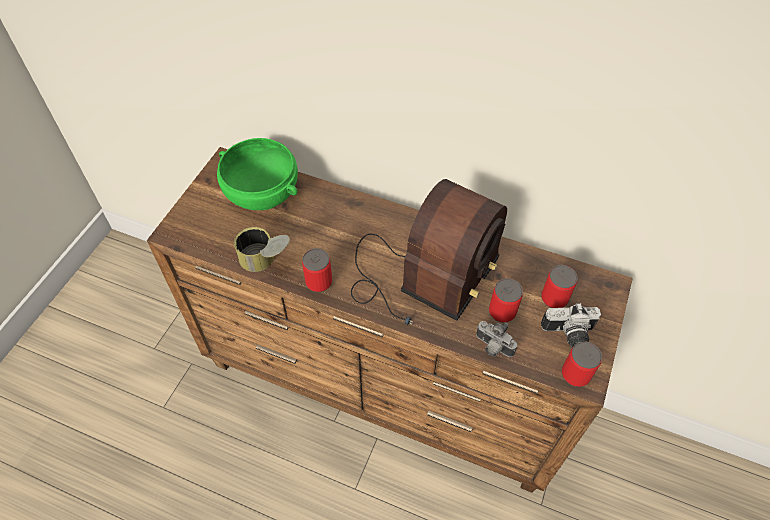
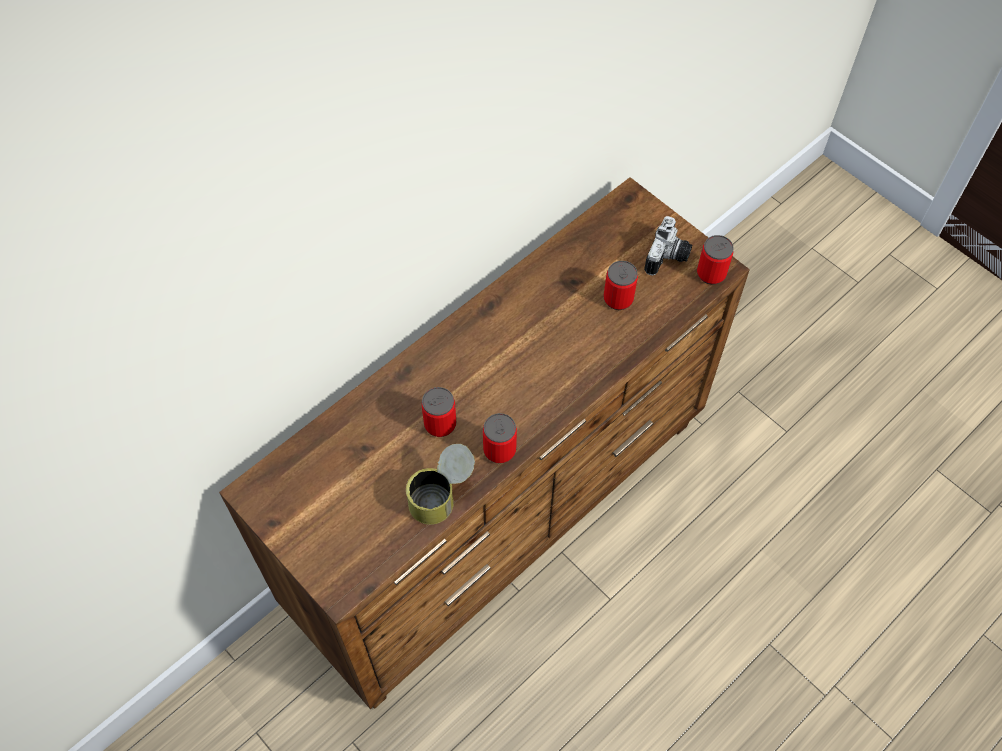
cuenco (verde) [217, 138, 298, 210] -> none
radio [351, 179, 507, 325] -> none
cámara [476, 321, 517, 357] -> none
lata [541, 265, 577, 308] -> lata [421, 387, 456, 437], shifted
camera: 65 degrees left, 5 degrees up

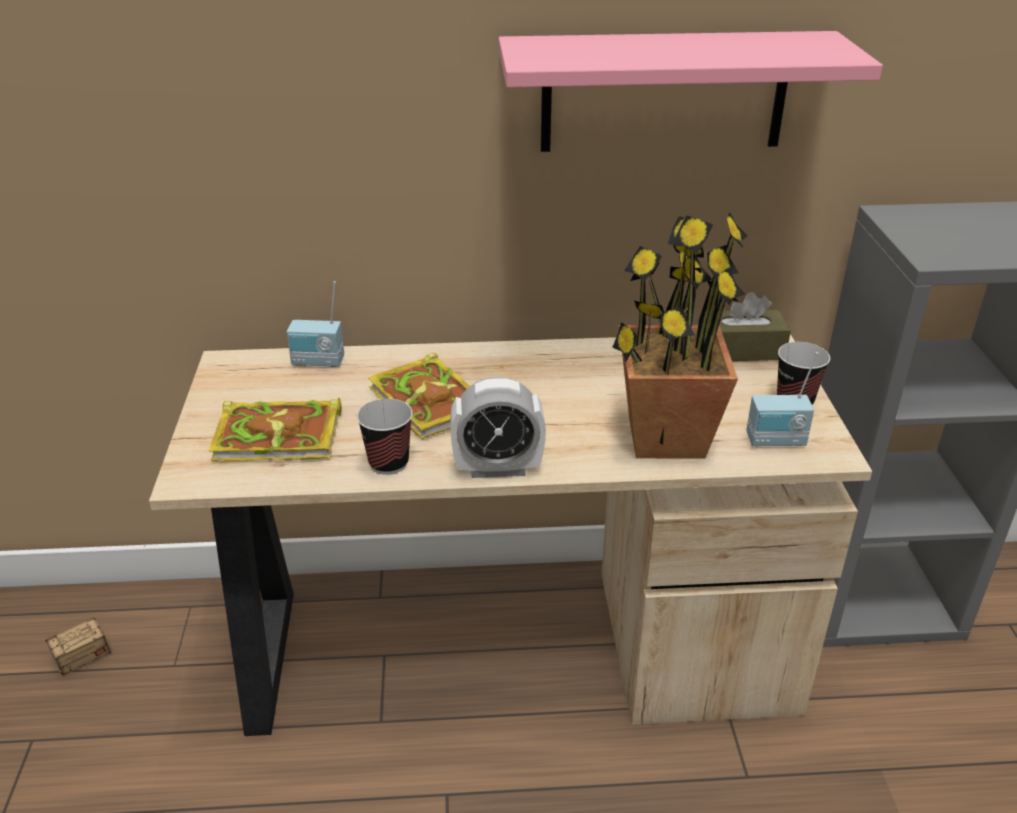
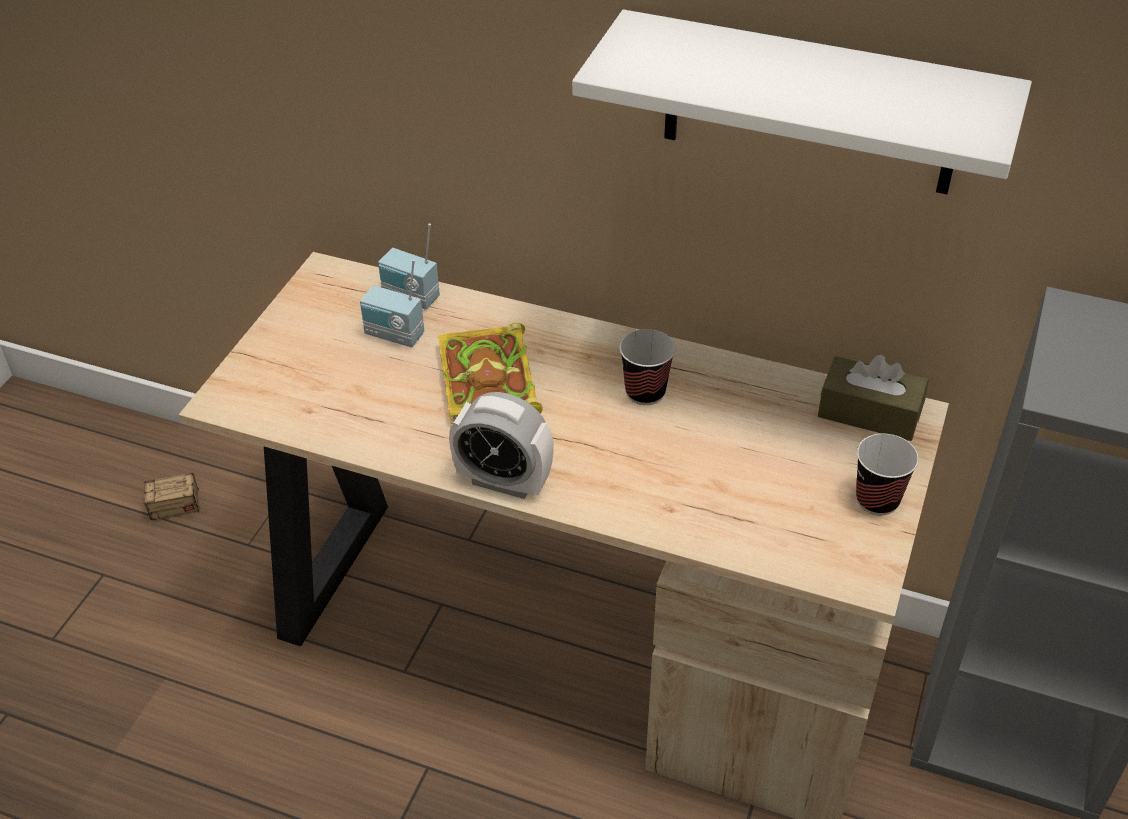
libro [209, 398, 341, 461] -> none
taza [357, 399, 413, 475] -> taza [620, 329, 676, 405], shifted
estante (rosa) [498, 31, 883, 152] -> estante (blanco) [572, 10, 1032, 194]
planta en maceta [612, 212, 748, 459] -> none
radio [746, 352, 818, 446] -> radio [360, 259, 424, 347], shifted
camera: 25 degrees right, 10 degrees up

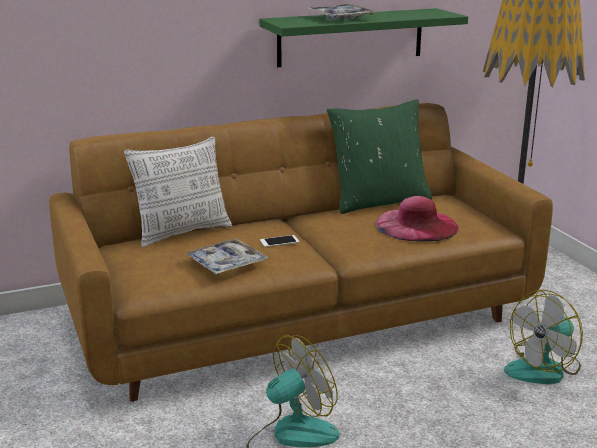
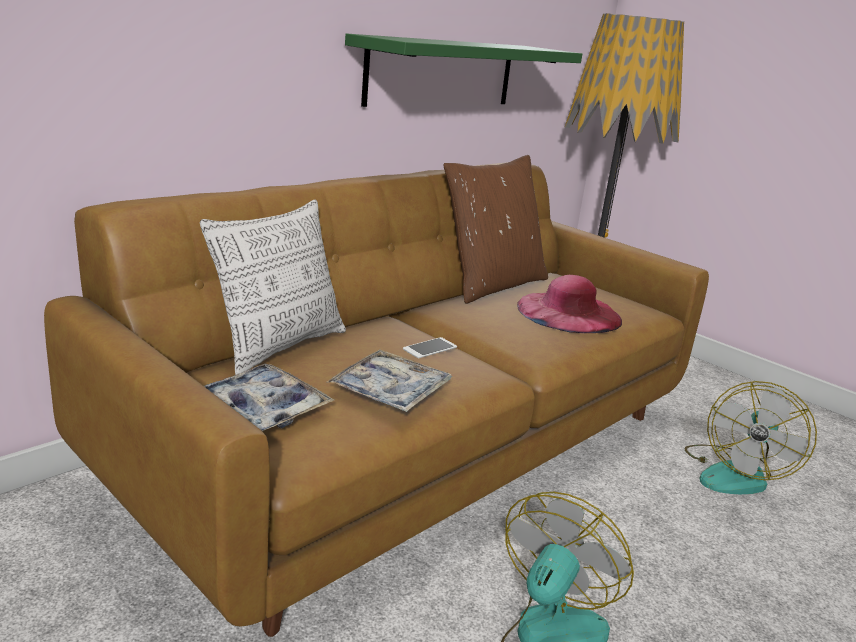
bandeja [308, 4, 376, 20] -> bandeja [204, 364, 334, 432], shifted
cojín (verde) [327, 99, 432, 214] -> cojín (marrón) [444, 155, 548, 304]
camera: 25 degrees left, 0 degrees up

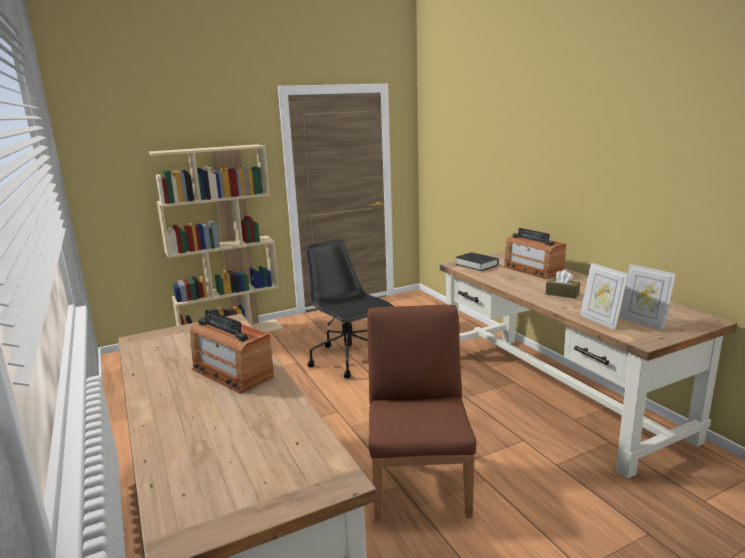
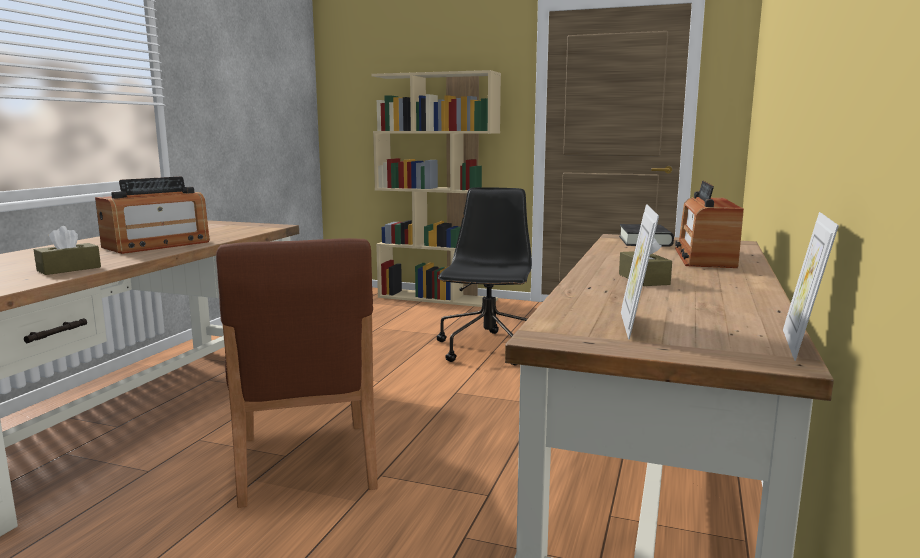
radio [190, 310, 274, 394] -> radio [95, 177, 210, 254], 135 degrees counterclockwise
silla (marrón) [367, 305, 476, 521] -> silla (marrón) [216, 238, 378, 508], 120 degrees clockwise
portarretratos [580, 263, 628, 330] -> portarretratos [783, 212, 839, 361], shifted
none -> caja de pañuelos (marrón) [34, 226, 101, 275]
camera: 45 degrees right, 5 degrees down

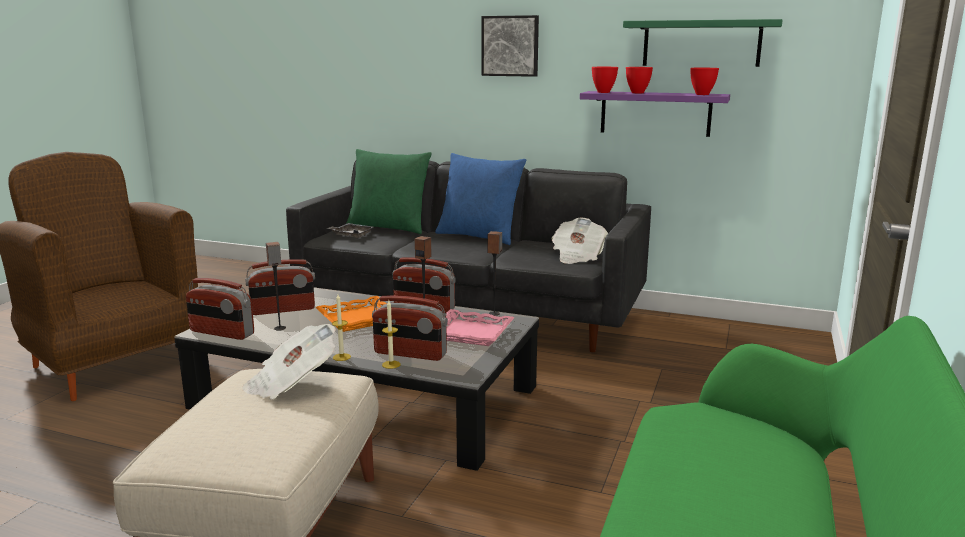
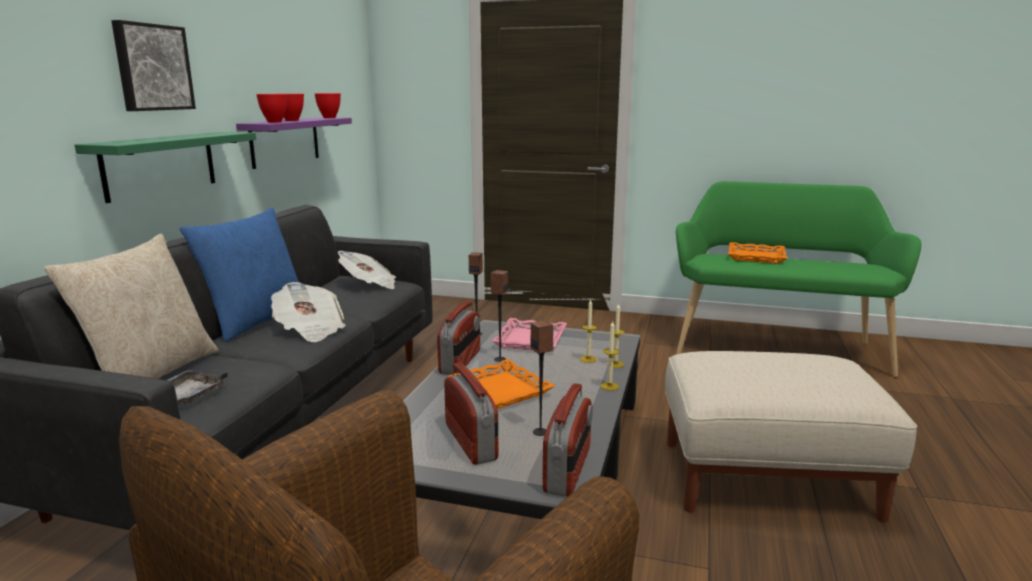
periódico [242, 324, 336, 400] -> periódico [271, 282, 345, 342], shifted
cojín (verde) [346, 149, 432, 234] -> cojín (beis) [44, 234, 218, 379]
radio [372, 295, 448, 361] -> vela [580, 300, 597, 363]
estante (verde) [623, 19, 783, 67] -> estante (verde) [75, 132, 256, 203], shifted
none -> bandeja (naranja) [728, 242, 787, 264]
camera: 95 degrees left, 0 degrees up

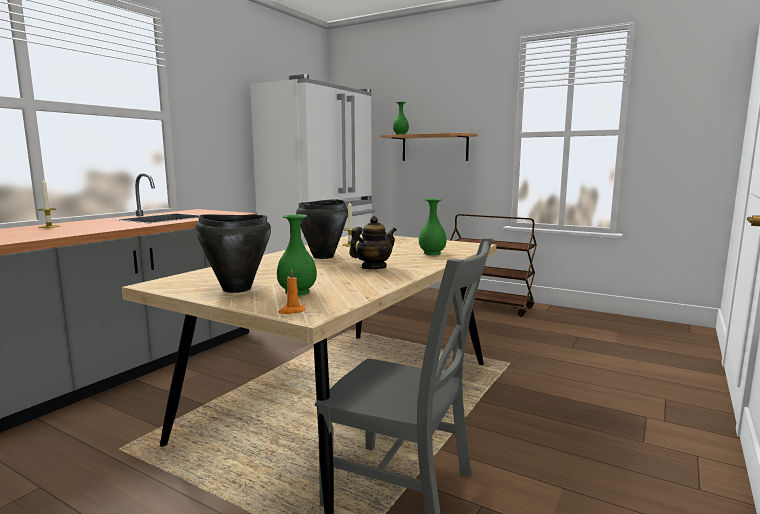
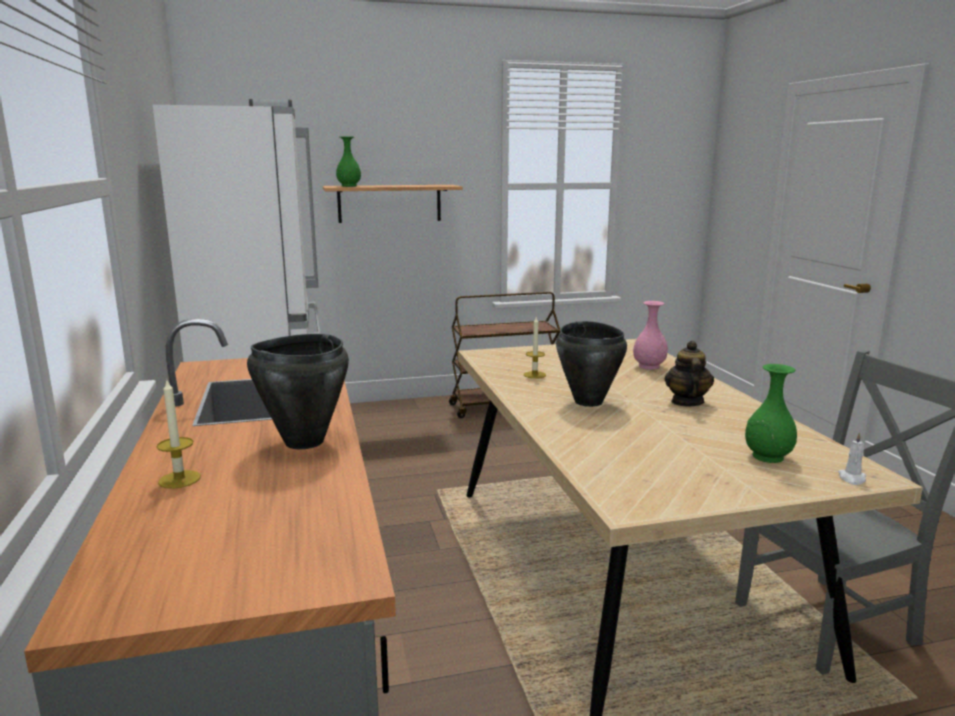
olla (negro) [195, 214, 271, 293] -> olla (negro) [247, 334, 349, 449], shifted
vela (naranja) [278, 269, 305, 314] -> vela (blanco) [838, 432, 866, 485]
florero (verde) [419, 199, 446, 255] -> florero (rosa) [633, 301, 668, 370]
camera: 45 degrees left, 5 degrees up

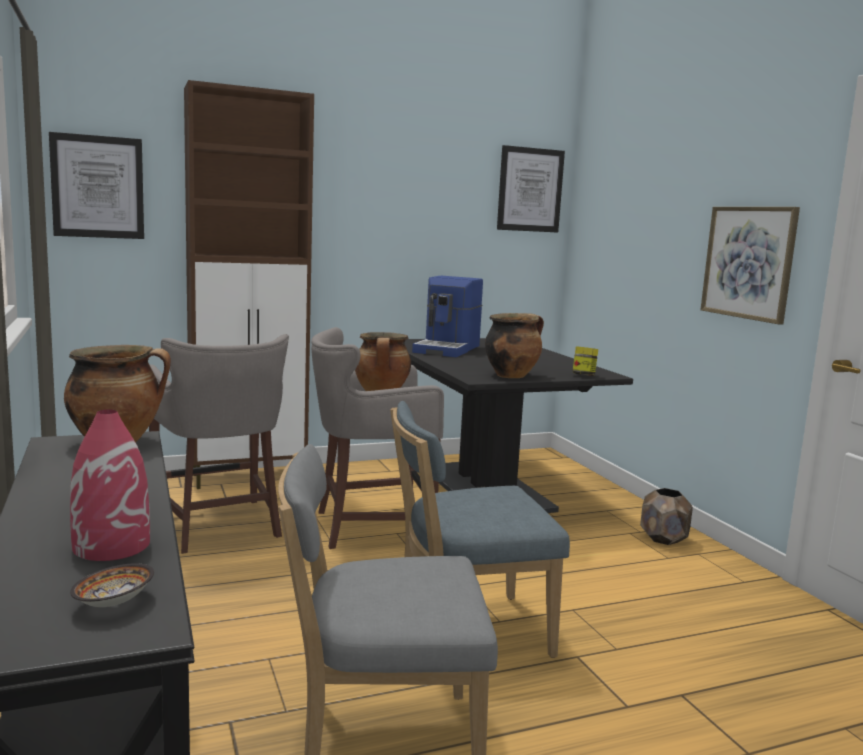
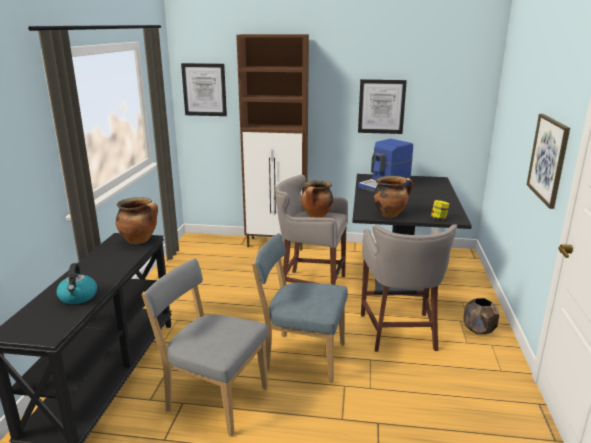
florero (rojo) [70, 410, 150, 561] -> hervidor [56, 263, 97, 304]
cuenco [70, 563, 154, 607] -> none
taburete (gris) [149, 334, 289, 554] -> taburete (gris) [361, 224, 457, 352], shifted
cuadro [497, 145, 565, 233] -> cuadro [358, 79, 407, 134], shifted
camera: 30 degrees right, 10 degrees up

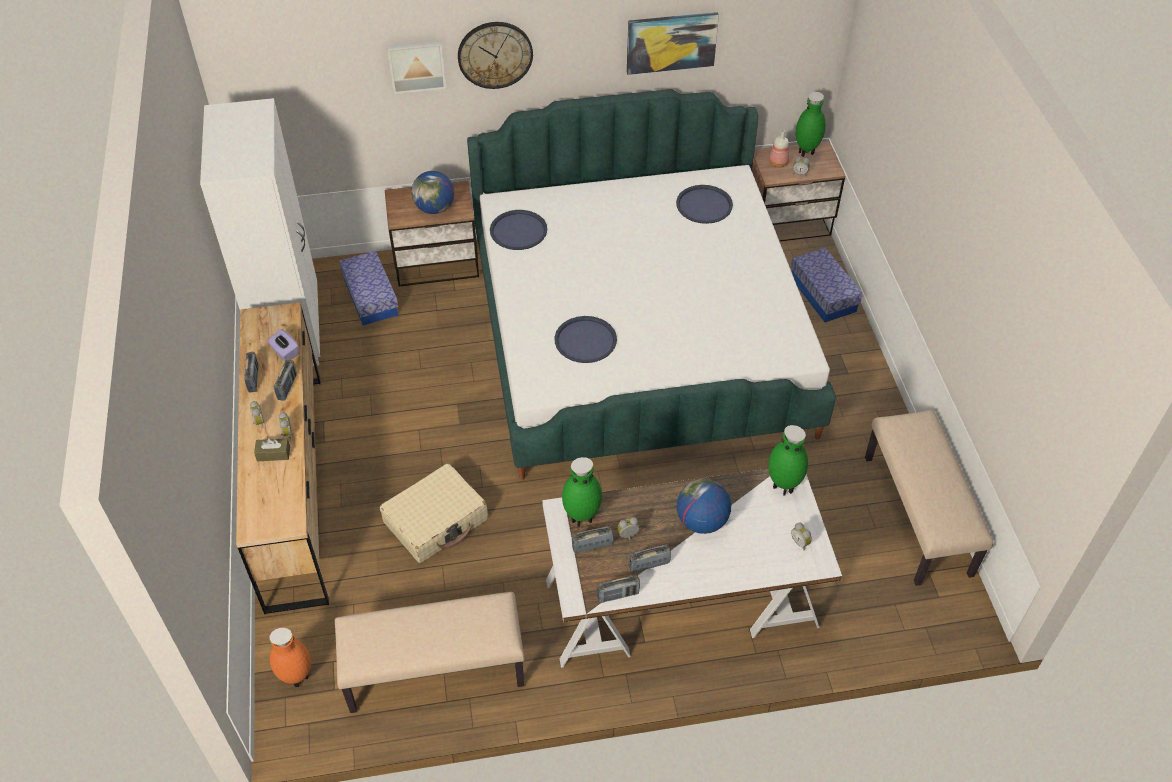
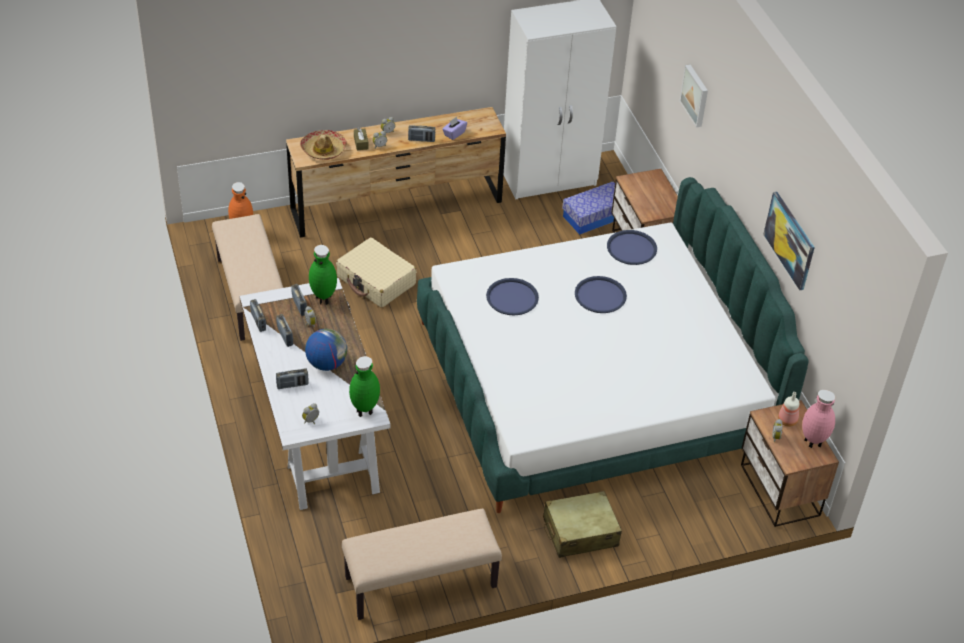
radio [244, 352, 259, 392] -> radio [276, 368, 308, 389], shifted
globo terráqueo [411, 171, 454, 214] -> none
reloj de pared [458, 22, 533, 89] -> none
bandeja (azul) [676, 185, 733, 224] -> bandeja (azul) [575, 276, 627, 313], shifted
caja de almacenaje [791, 248, 863, 322] -> none
florero (verde) [796, 92, 826, 157] -> florero (rosa) [802, 390, 835, 448]
none -> sombrero [300, 130, 347, 160]
none -> maleta (beis) [543, 491, 622, 558]
camera: 80 degrees right, 5 degrees down

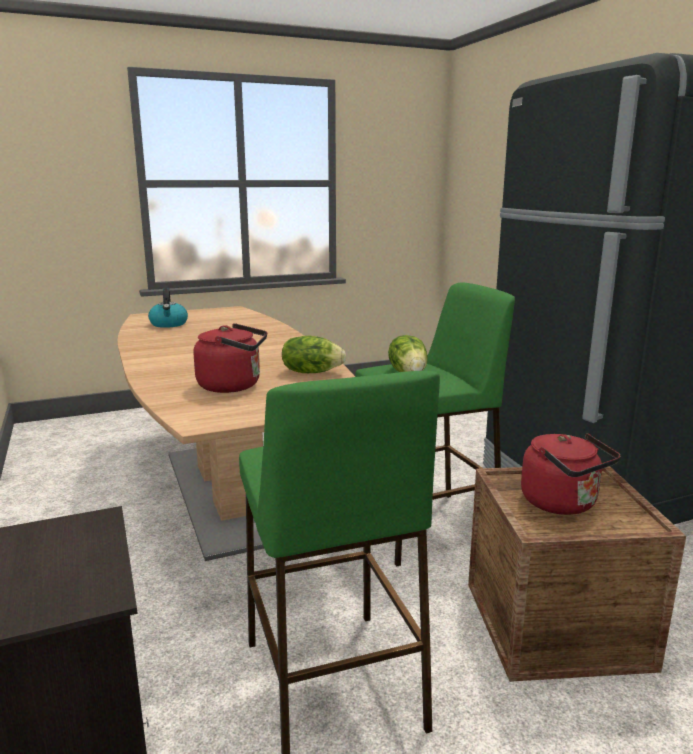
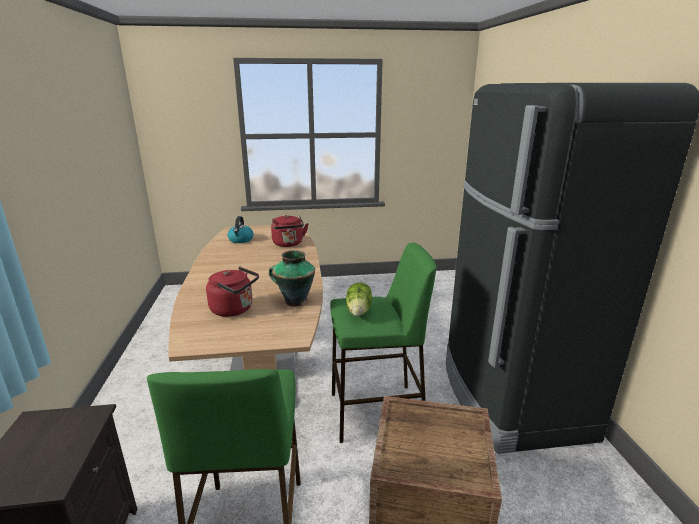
lechuga [282, 336, 346, 373] -> florero [269, 250, 315, 307]
hervidor (rojo) [521, 433, 620, 515] -> hervidor (rojo) [271, 215, 309, 247], shifted
camera: 15 degrees right, 5 degrees up

